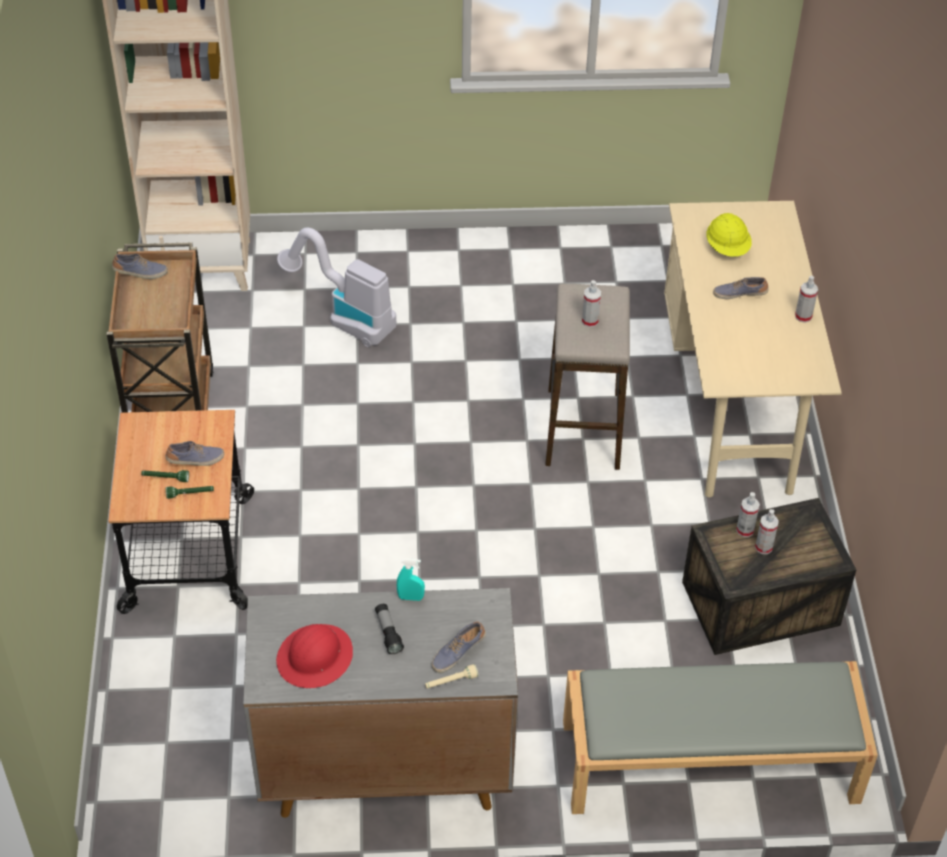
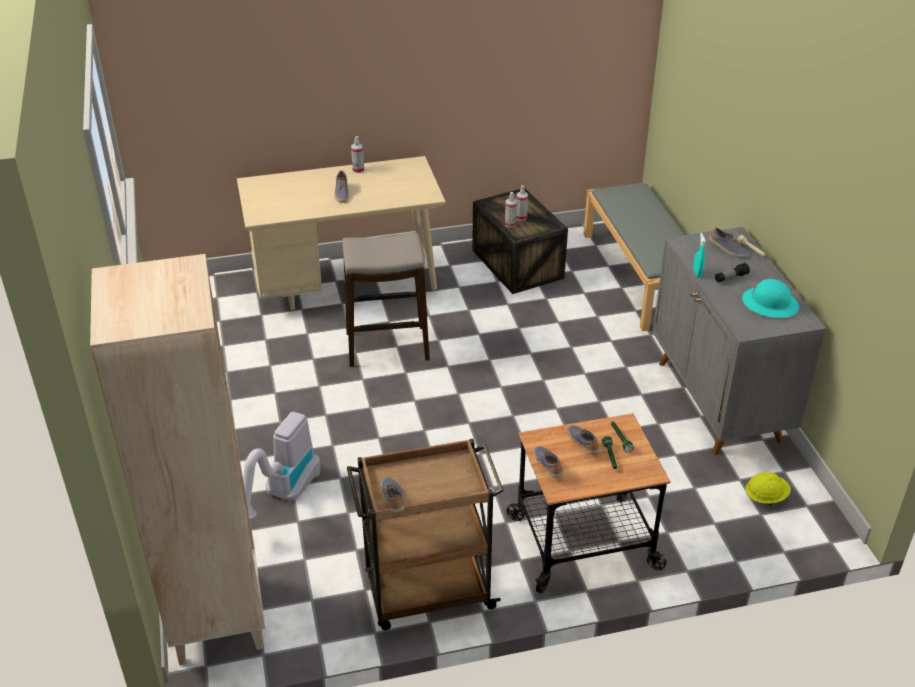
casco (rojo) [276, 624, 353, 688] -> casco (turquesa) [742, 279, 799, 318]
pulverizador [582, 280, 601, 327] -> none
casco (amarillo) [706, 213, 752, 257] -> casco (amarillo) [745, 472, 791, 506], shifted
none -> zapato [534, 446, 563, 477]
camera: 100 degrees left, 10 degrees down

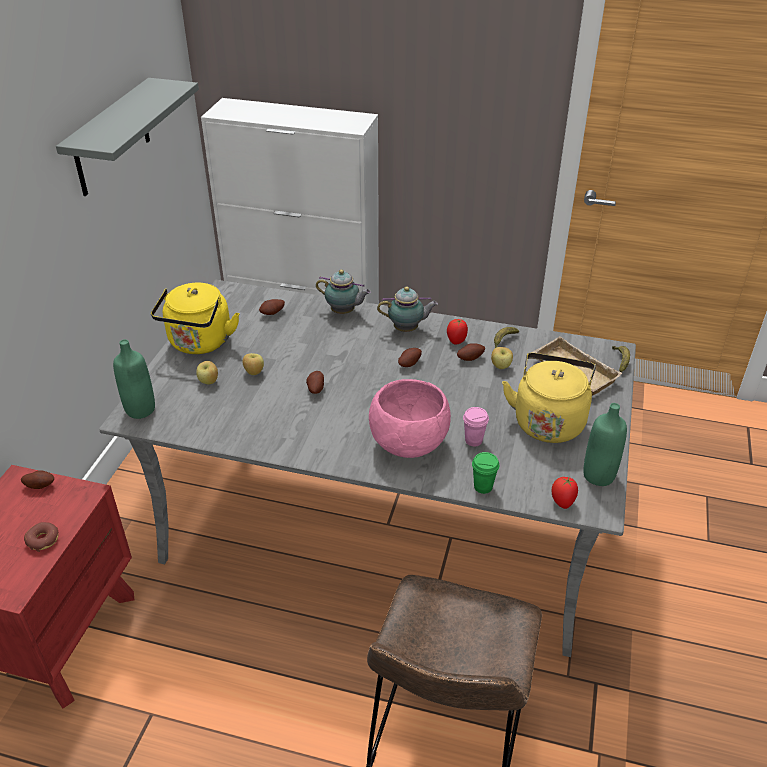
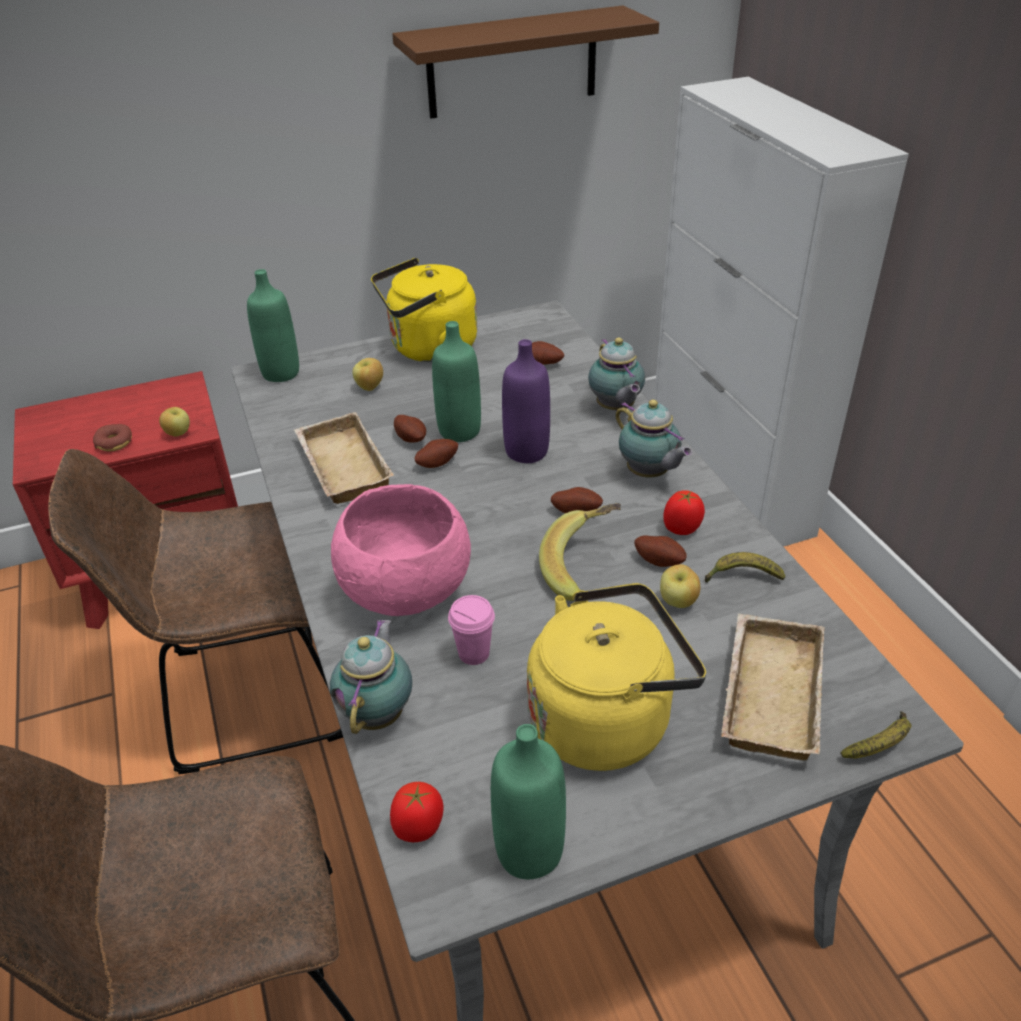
patata [21, 470, 54, 489] -> patata [394, 415, 426, 443], shifted
estante (gris) [56, 78, 199, 196] -> estante (marrón) [392, 6, 659, 119]
manzana [243, 353, 264, 375] -> manzana [159, 407, 190, 436], shifted
taza (verde) [472, 452, 499, 494] -> tetera [330, 620, 412, 734]
none -> silla (marrón) [48, 449, 343, 775]
none -> bandeja (beis) [294, 412, 394, 504]
none -> botella (verde) [432, 321, 481, 442]
none -> botella (morado) [502, 339, 550, 463]
none -> plátano [539, 503, 621, 601]
camera: 55 degrees right, 0 degrees up

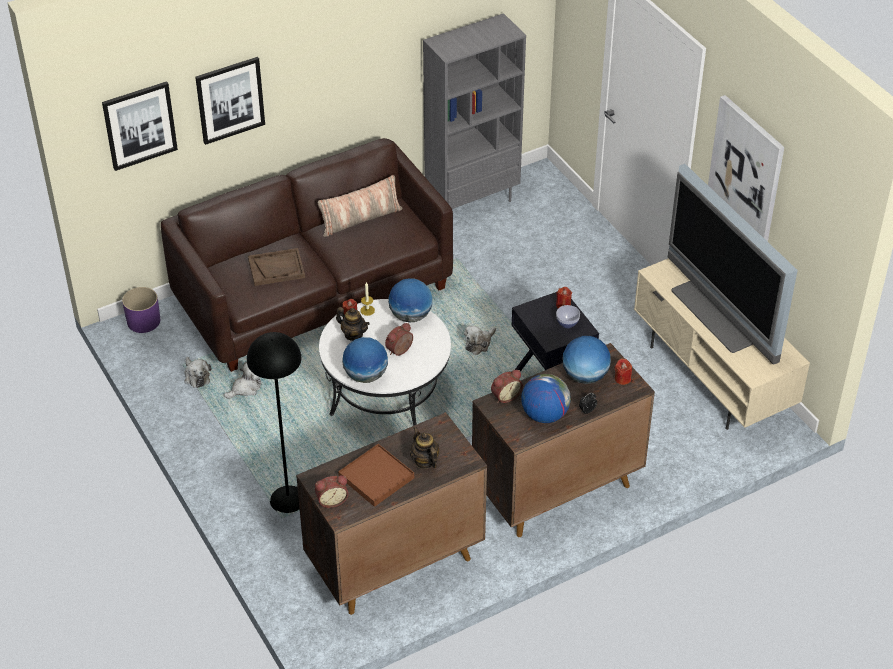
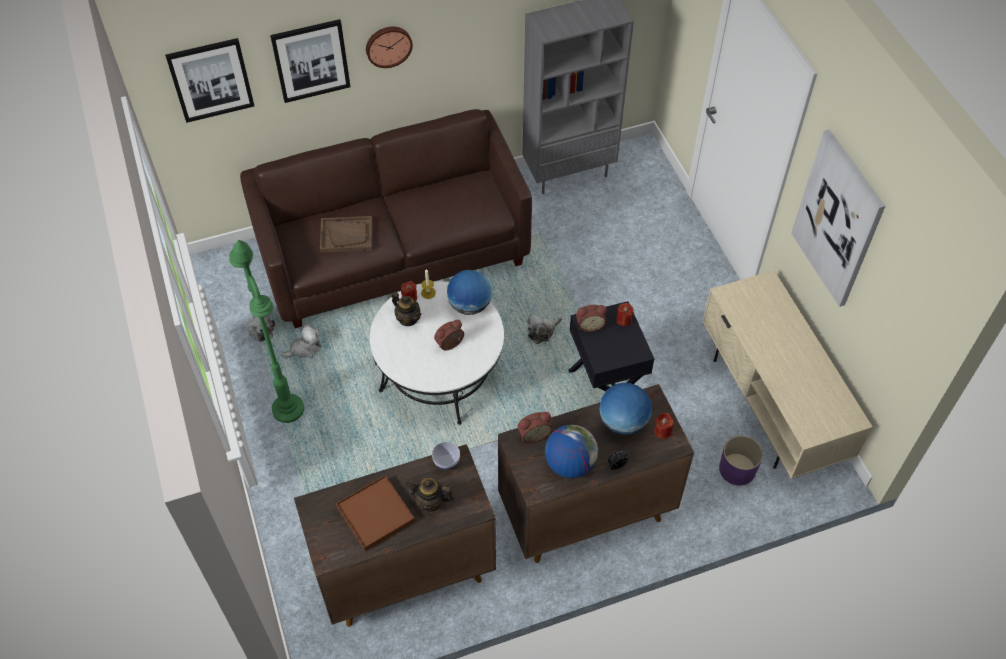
maceta (morado) [122, 287, 160, 333] -> maceta (morado) [719, 436, 763, 485], shifted
lámpara de pie (negro) [247, 332, 301, 513] -> none
despertador [315, 475, 349, 508] -> despertador [576, 305, 607, 332], shifted
cojín [318, 175, 402, 237] -> none
globo terráqueo [342, 337, 388, 383] -> none
tetera [410, 427, 439, 469] -> tetera [405, 478, 455, 513], 60 degrees counterclockwise
cuenco [556, 305, 580, 328] -> cuenco [432, 442, 460, 470], shifted
televisor [668, 164, 798, 365] -> none
none -> lámpara de pie (verde) [229, 240, 304, 423]
none -> reloj de pared [366, 27, 413, 68]
camera: 10 degrees right, 10 degrees up

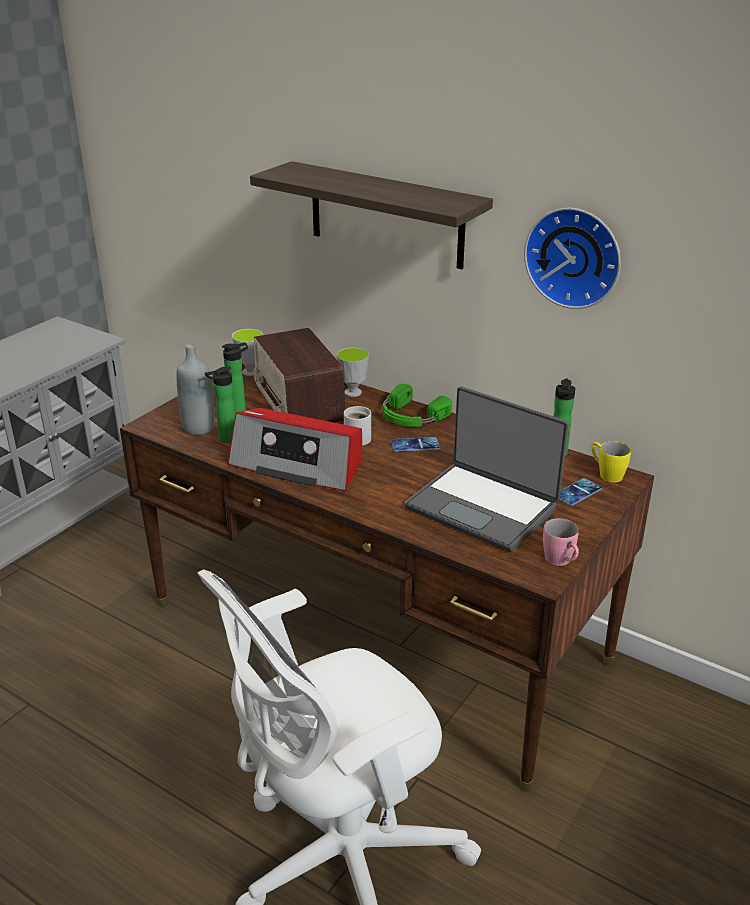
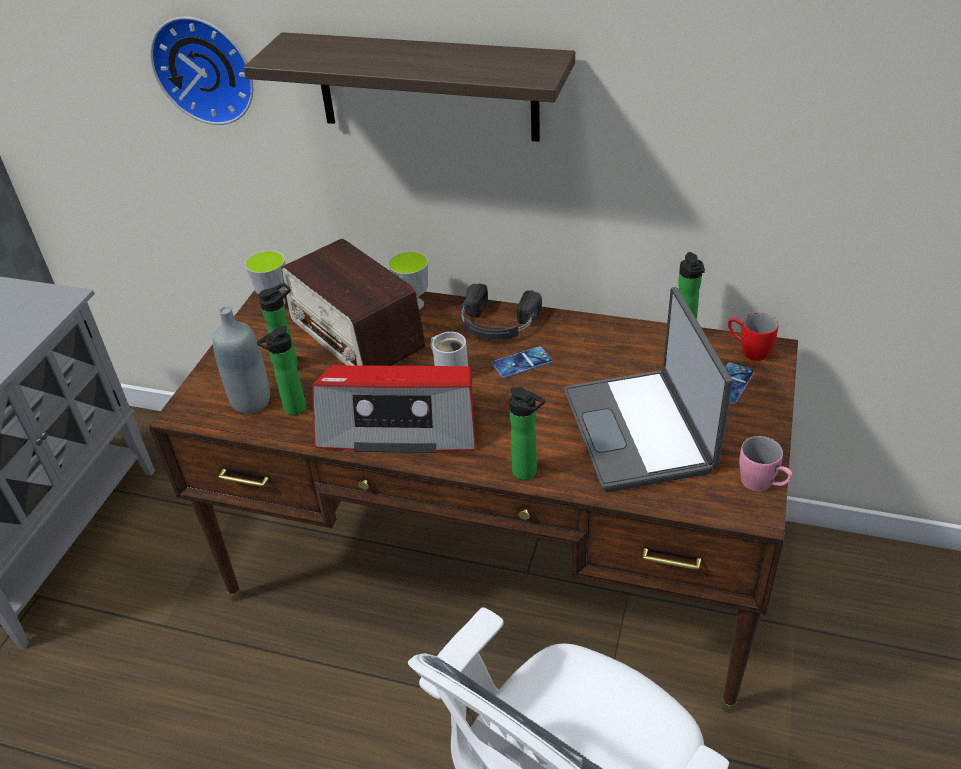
auriculares (verde) [383, 384, 452, 427] -> auriculares (negro) [461, 283, 542, 340]
portátil [404, 386, 569, 552] -> portátil [564, 287, 733, 492], 60 degrees clockwise
reloj de pared [524, 208, 621, 309] -> reloj de pared [150, 16, 254, 125], shifted
taza grande (amarillo) [591, 441, 631, 483] -> taza grande (rojo) [728, 313, 779, 361]
none -> botella [509, 387, 545, 480]
camera: 15 degrees left, 10 degrees up

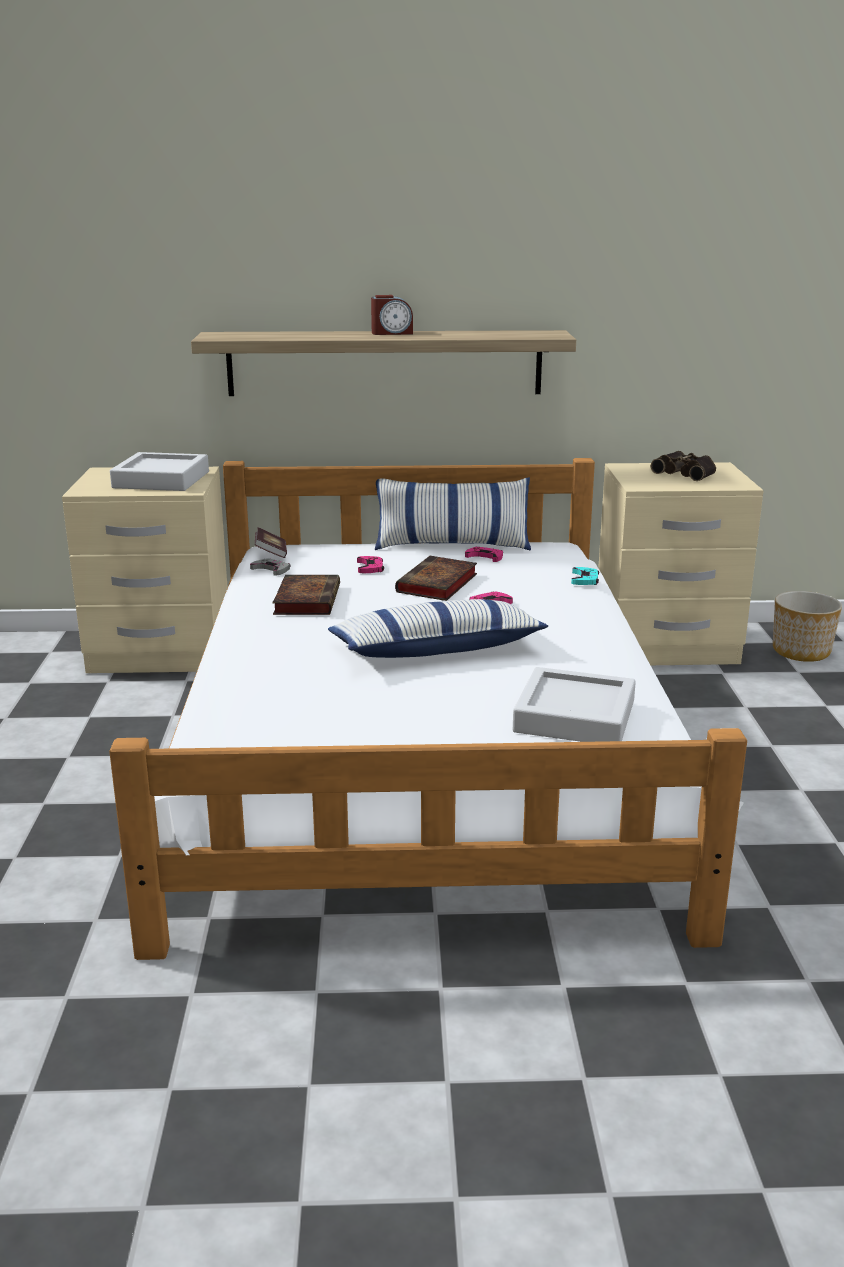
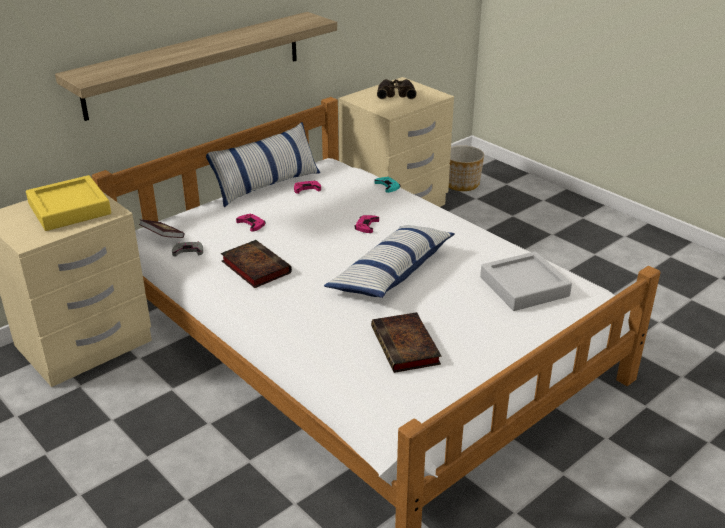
bandeja (gris) [110, 452, 209, 491] -> bandeja (amarillo) [26, 175, 111, 231]
despertador [371, 295, 413, 335] -> none
libro [395, 556, 477, 601] -> libro [371, 312, 441, 373], shifted
camera: 40 degrees left, 10 degrees up

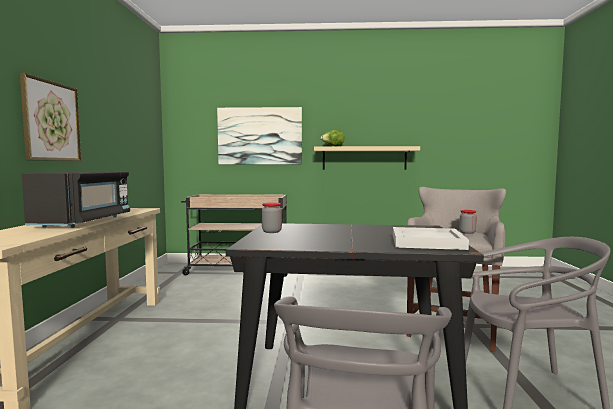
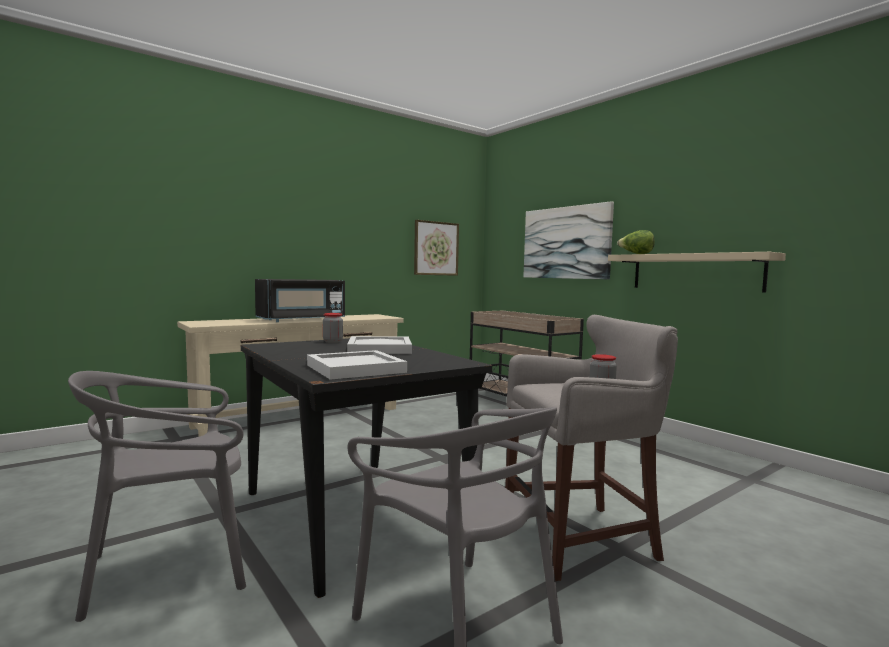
cuadro [20, 73, 81, 161] -> cuadro [414, 220, 459, 276], shifted
none -> bandeja (blanco) [347, 336, 412, 354]
camera: 50 degrees right, 0 degrees up

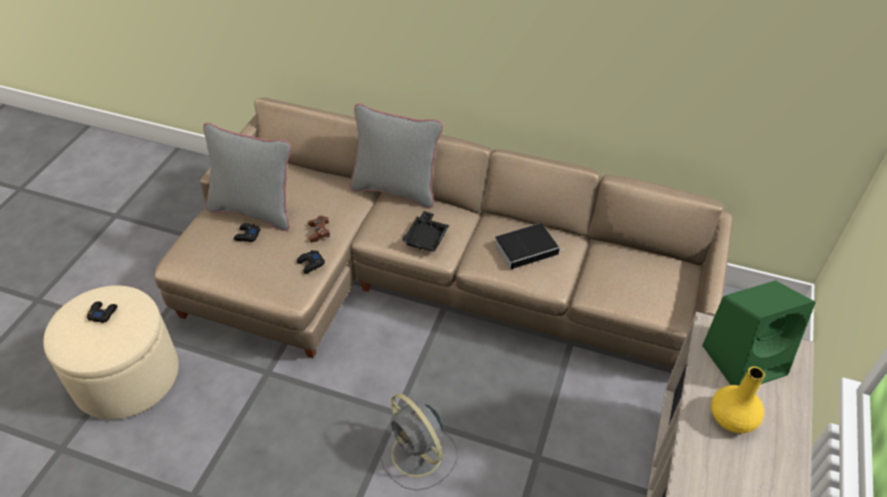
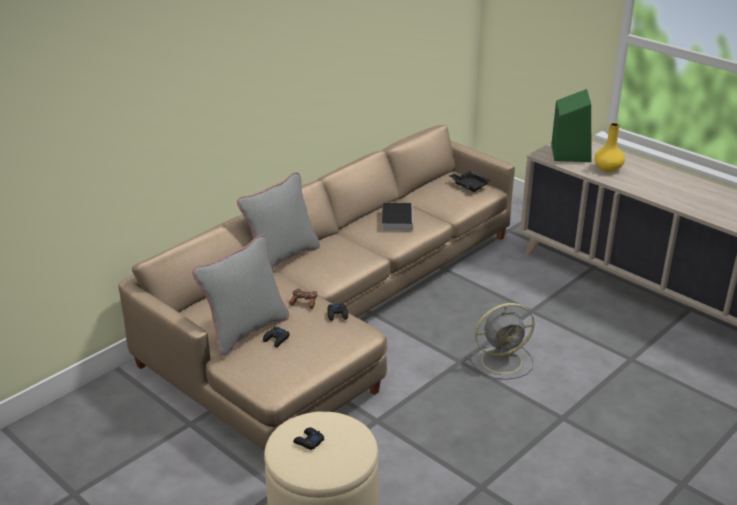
bandeja (negro) [402, 211, 449, 251] -> bandeja (negro) [449, 171, 491, 192], shifted
camera: 65 degrees left, 15 degrees down

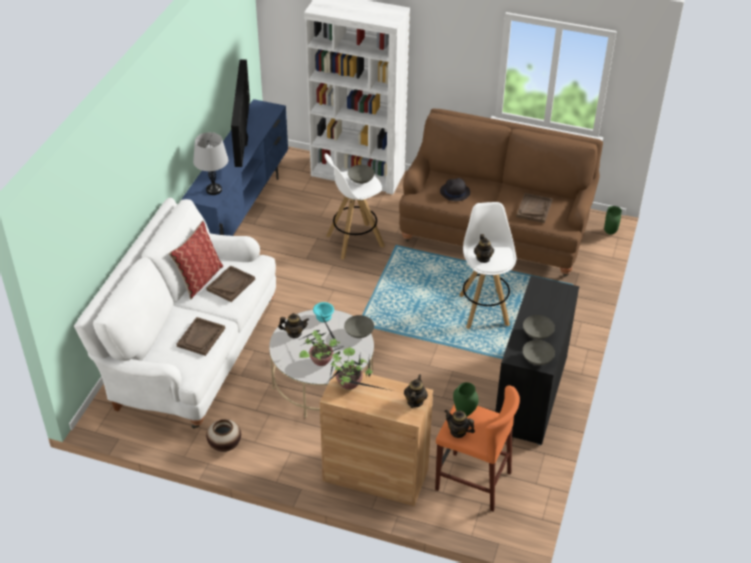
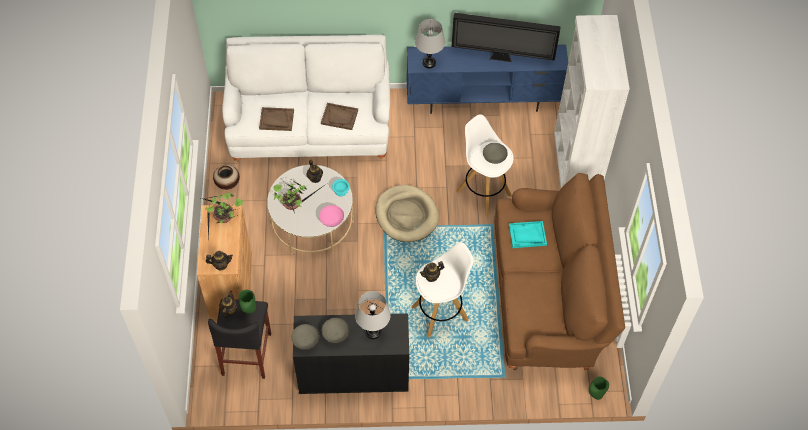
cojín [169, 221, 223, 300] -> none
televisor [231, 60, 250, 167] -> televisor [452, 13, 561, 62], 150 degrees counterclockwise
cuenco (gris) [344, 315, 374, 338] -> cuenco (rosa) [319, 205, 344, 227]
taburete (naranja) [435, 385, 520, 512] -> taburete (negro) [208, 299, 271, 379]
sombrero (negro) [440, 178, 470, 201] -> bandeja (turquesa) [509, 221, 547, 248]
bandeja (marrón) [516, 193, 553, 223] -> none
none -> lámpara de mesa (gris) [355, 291, 391, 339]
none -> cama para perro (beis) [376, 185, 439, 242]
camera: 70 degrees right, 15 degrees up

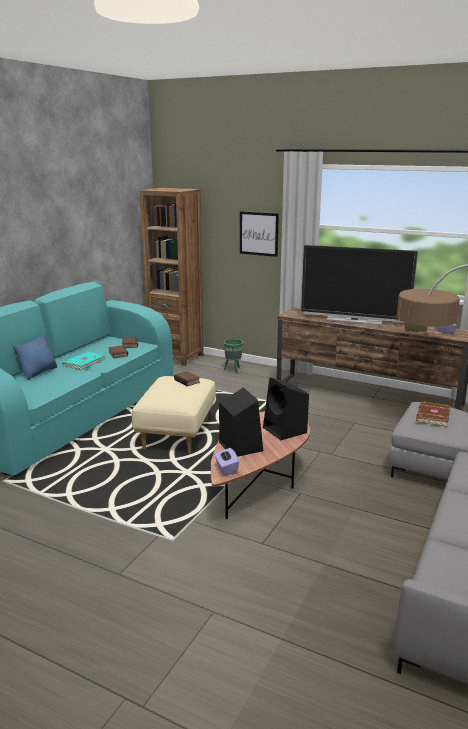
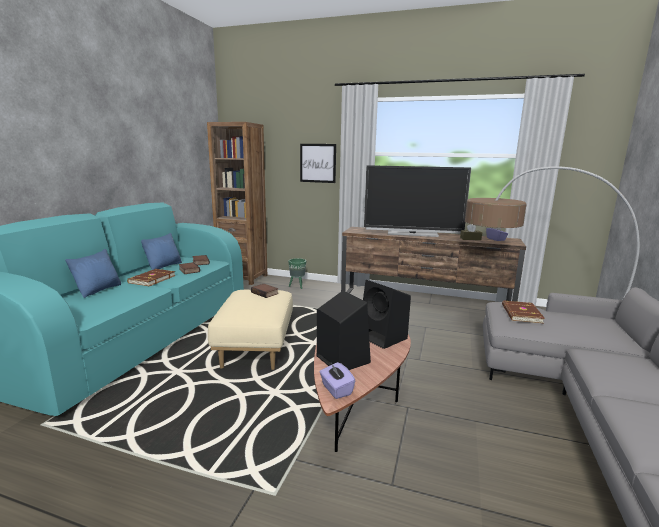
libro (turquesa) [62, 352, 105, 370] -> libro (marrón) [127, 269, 176, 286]
none -> cojín (azul) [141, 233, 182, 270]
camera: 10 degrees left, 5 degrees down

